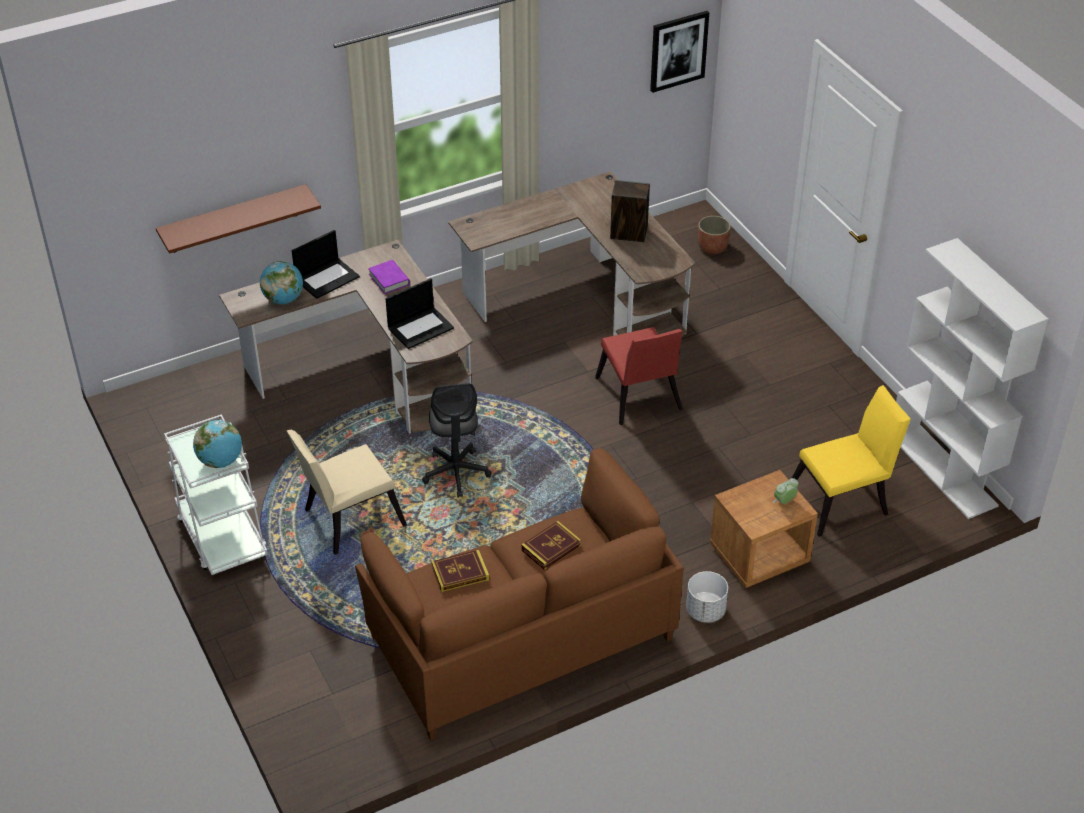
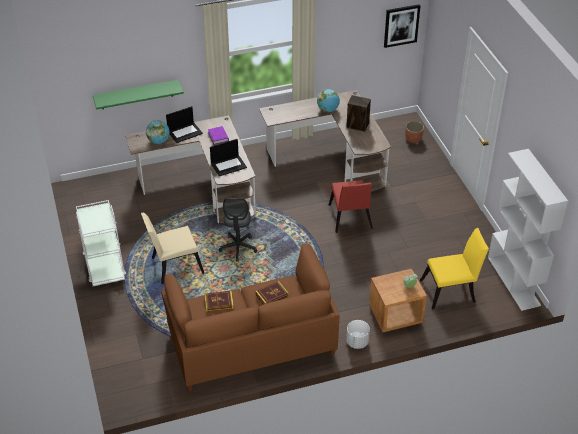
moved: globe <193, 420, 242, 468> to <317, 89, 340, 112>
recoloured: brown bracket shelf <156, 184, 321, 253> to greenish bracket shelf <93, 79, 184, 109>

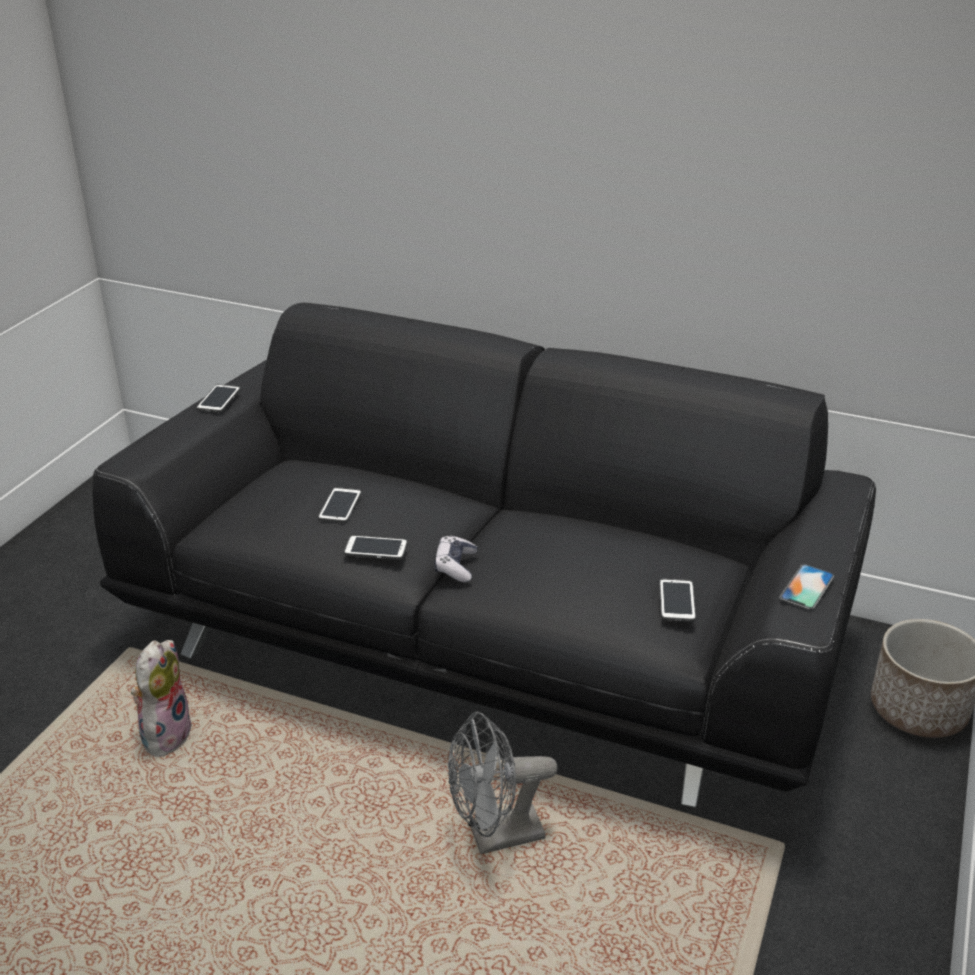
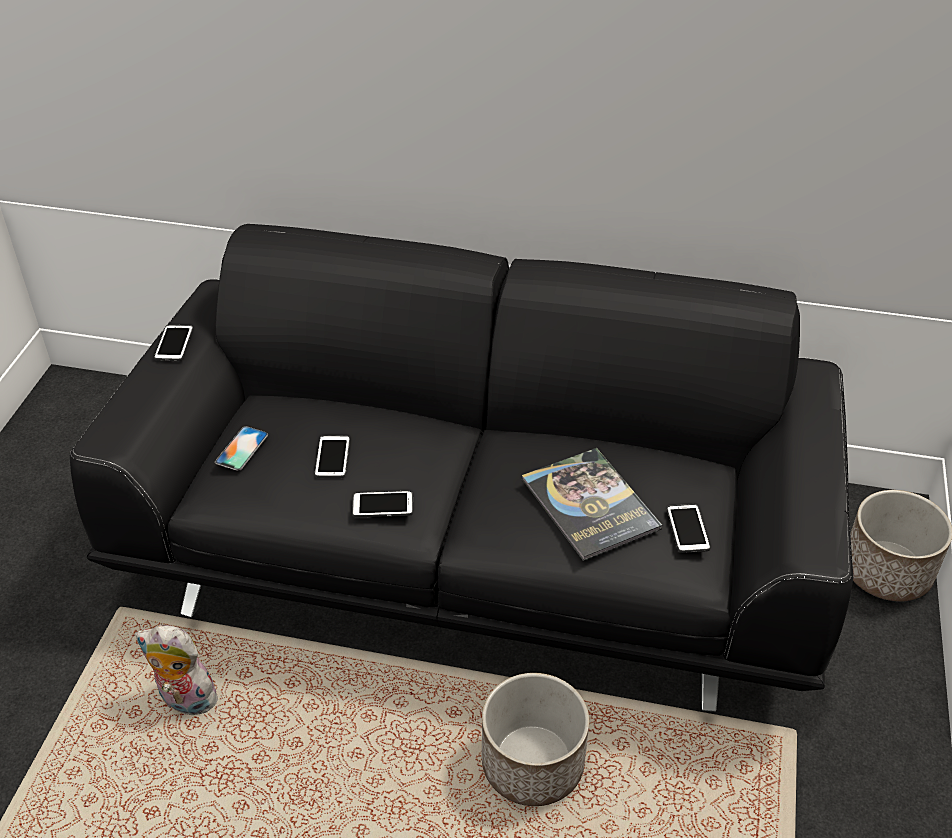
removed: joypad <434, 535, 477, 582>
added: book <522, 448, 662, 561>
moved: handset <780, 564, 834, 610> to <215, 426, 268, 471>
replaced: greyish electric fan <448, 711, 557, 854> to plant pot <482, 673, 589, 806>
turned: plush toy <131, 640, 191, 757> = <135, 625, 222, 715> 75 degrees counterclockwise

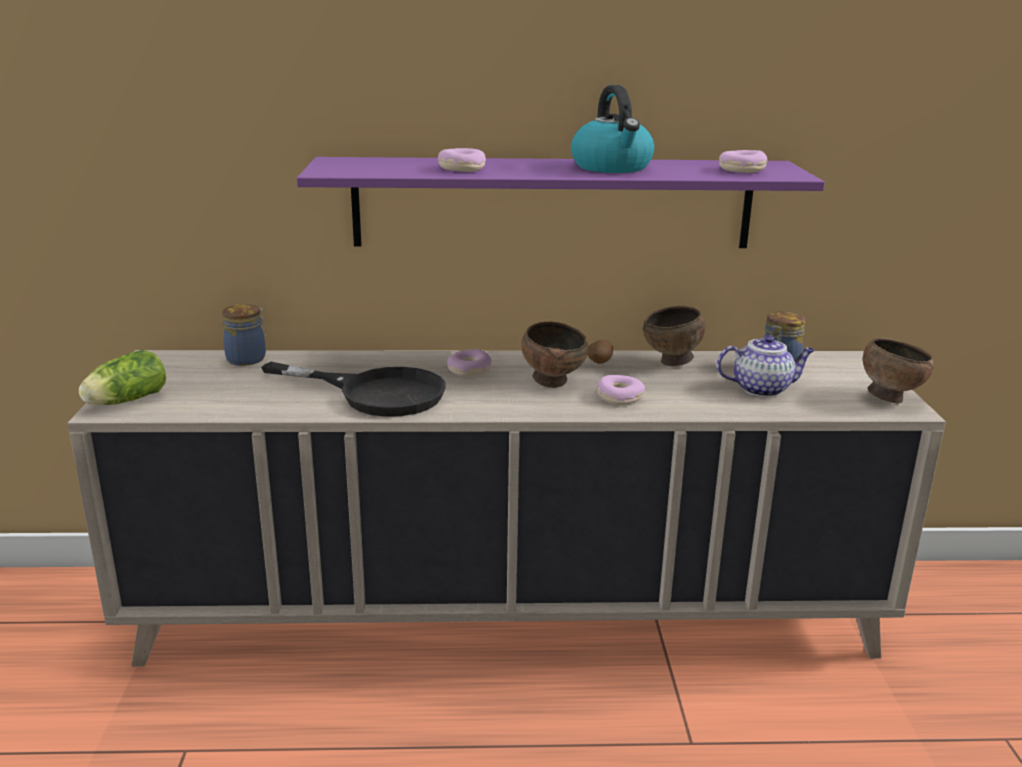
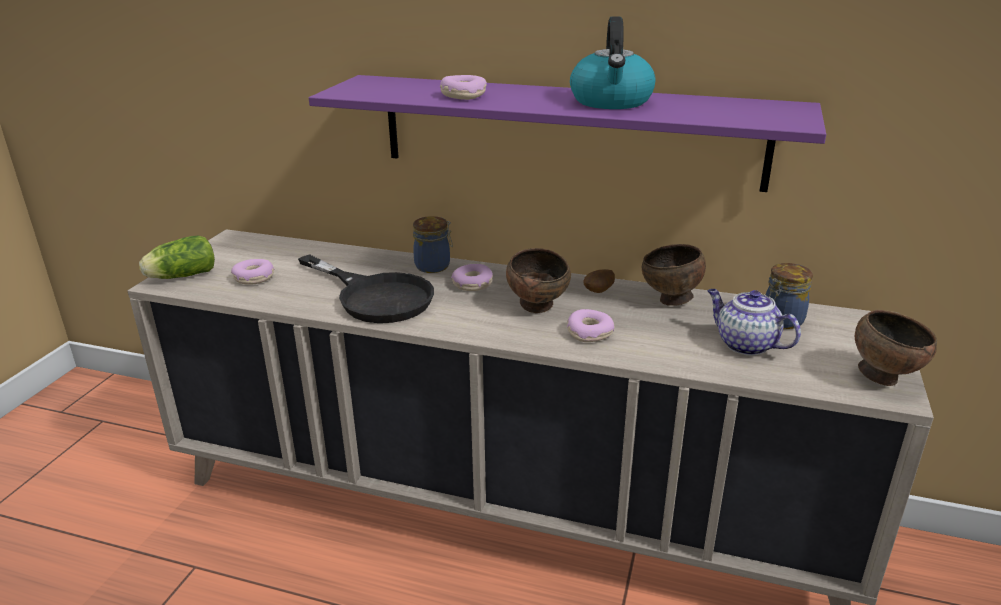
moved: doughnut <719, 150, 767, 173> to <231, 259, 274, 285>; preserve jar <222, 304, 267, 366> to <413, 216, 453, 273>
turned: tea pot <717, 335, 815, 397> = <707, 289, 801, 356> 150 degrees counterclockwise

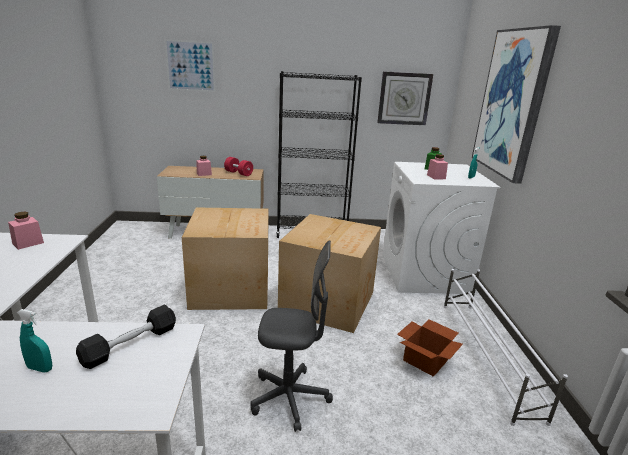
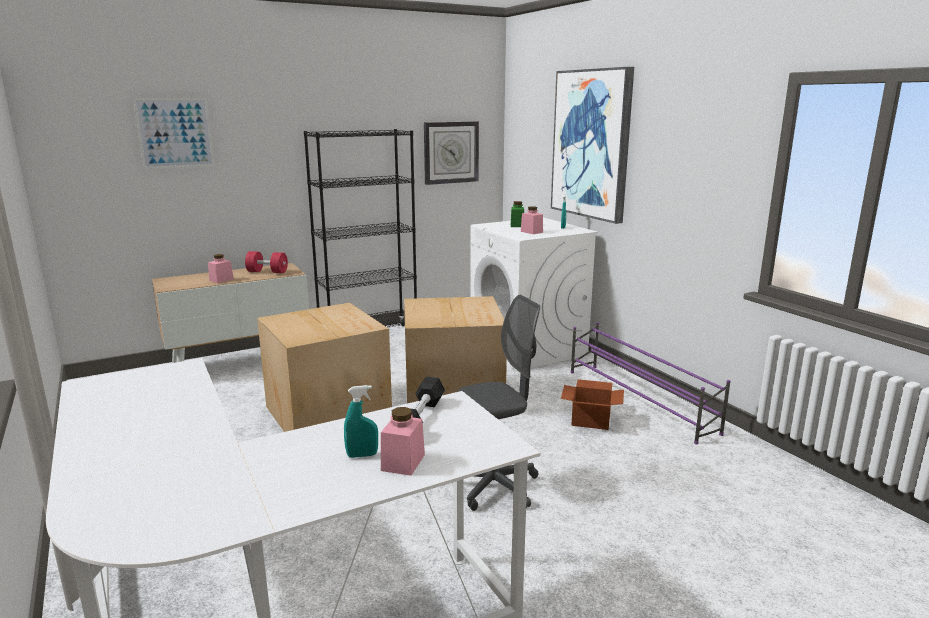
moved: pinkish preserve jar <8, 212, 44, 250> to <381, 407, 425, 476>
recoloured: white shoe shelf <444, 269, 568, 426> to purple shoe shelf <571, 322, 731, 444>

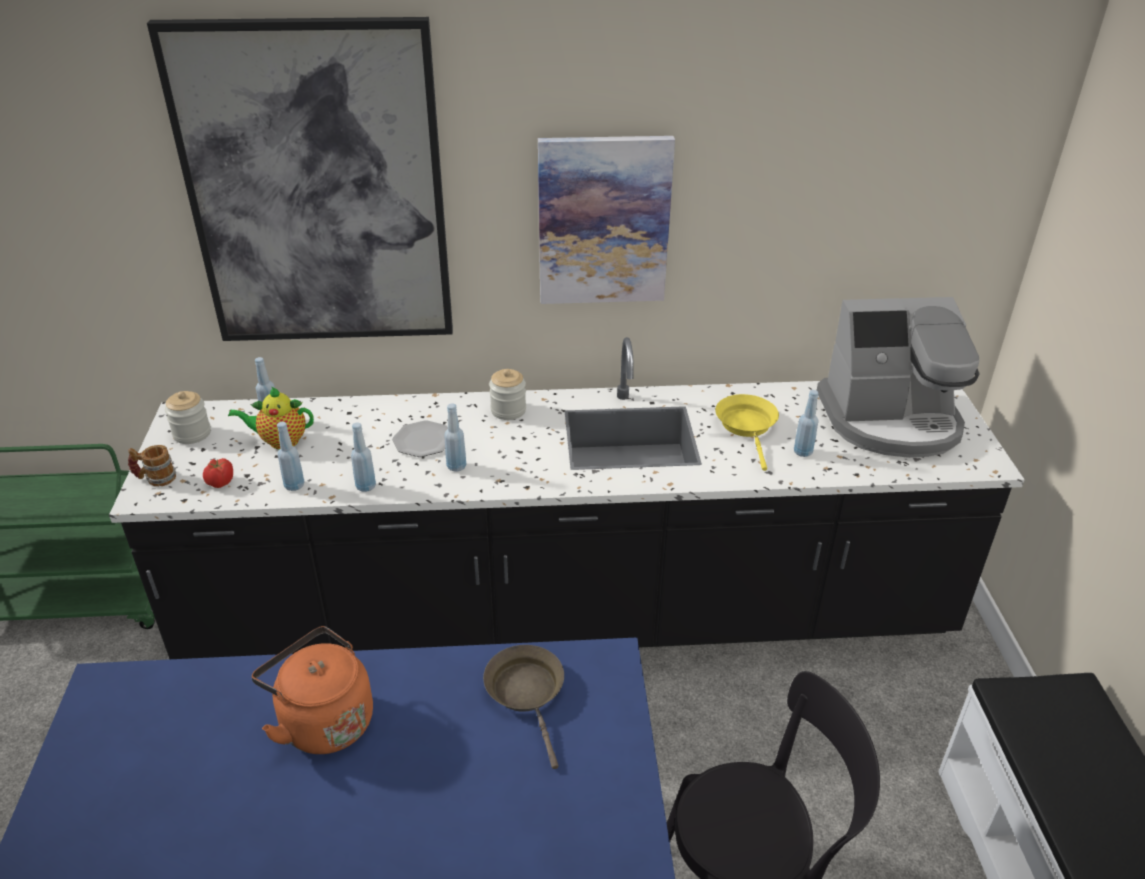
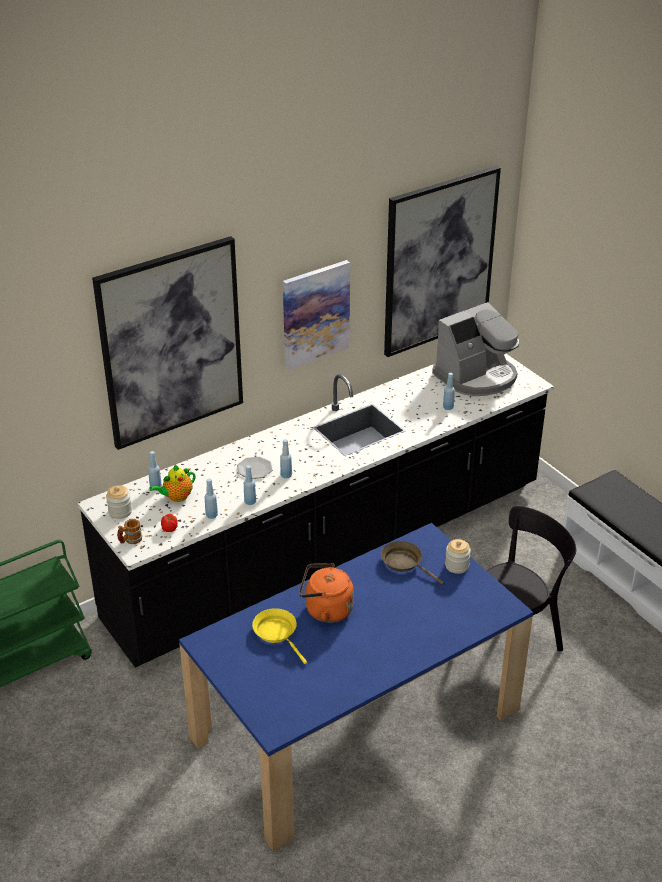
added: picture <384, 166, 501, 357>
moved: yellow-coloured pan <715, 394, 779, 471> to <252, 608, 307, 664>; preserve jar <489, 369, 526, 420> to <445, 539, 471, 574>

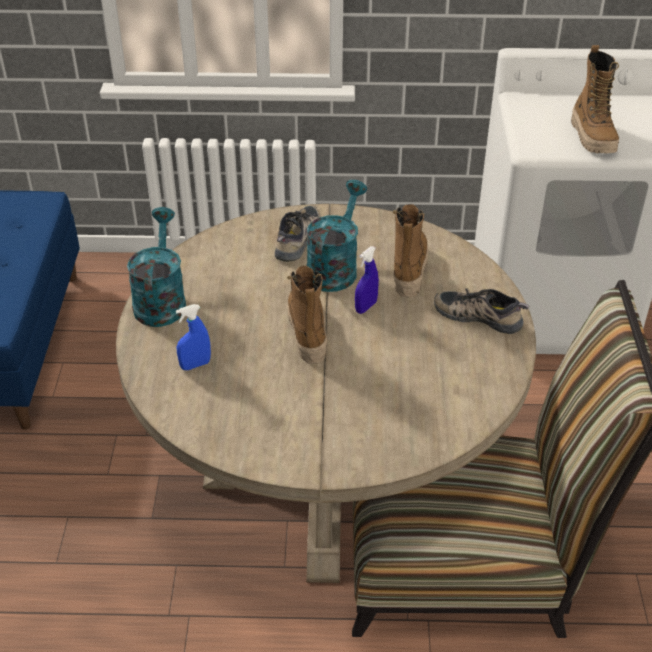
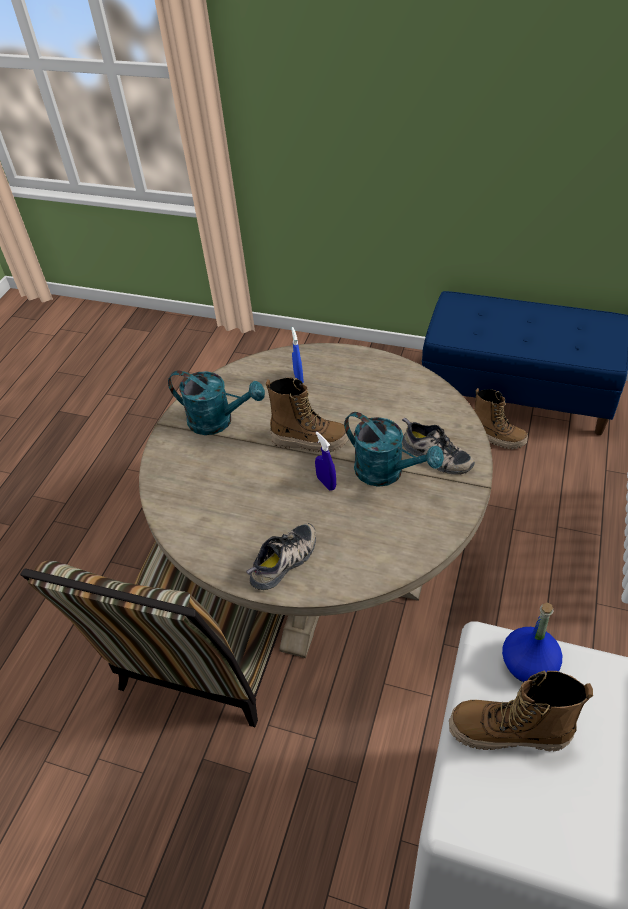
added: blue bottle <502, 602, 562, 682>
moved: turquoise sprinkling can <127, 207, 186, 327> to <168, 371, 265, 435>; tall boot <393, 204, 428, 298> to <474, 388, 528, 449>

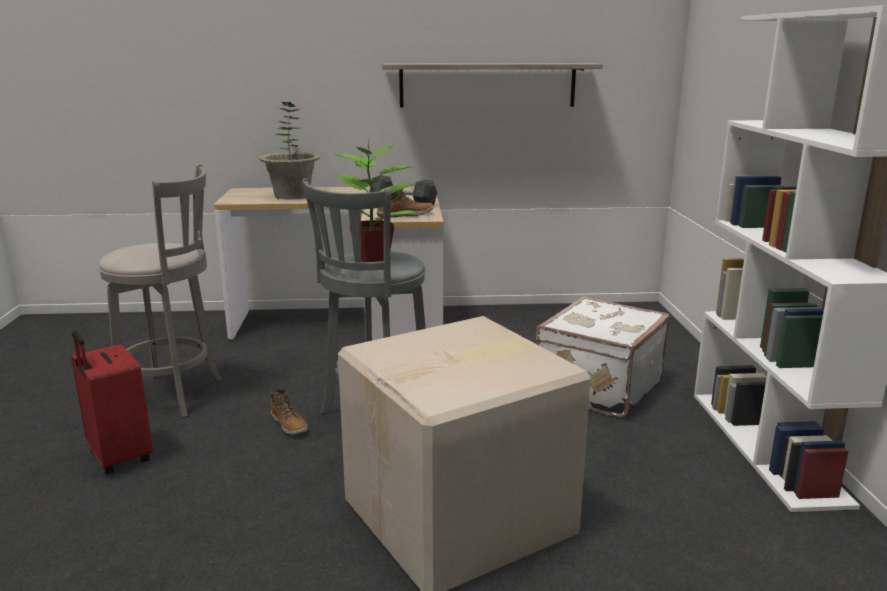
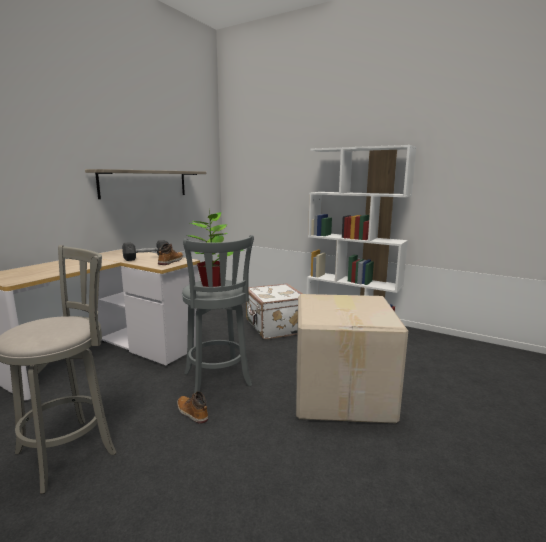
removed: reddish piece of luggage <71, 330, 153, 474>; houseplant <259, 102, 320, 199>
turned: tall boot <271, 389, 308, 435> = <177, 391, 208, 424> 135 degrees counterclockwise

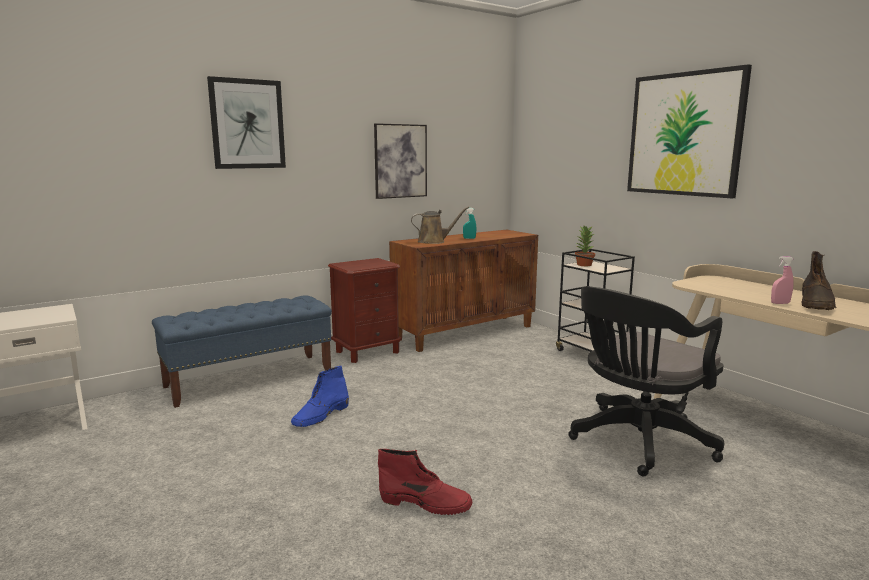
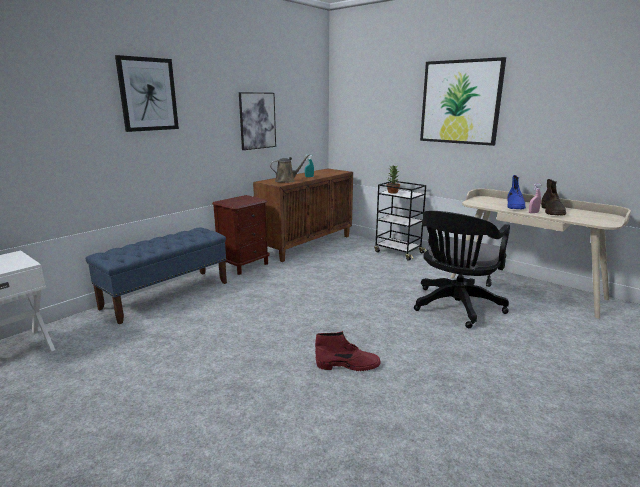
moved: blue tall boot <291, 366, 349, 427> to <507, 175, 526, 210>

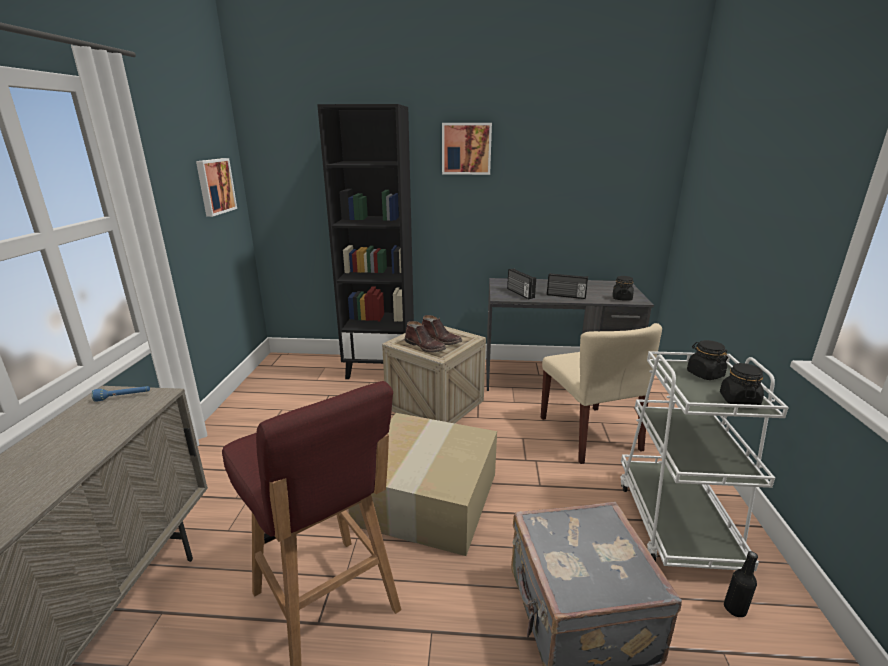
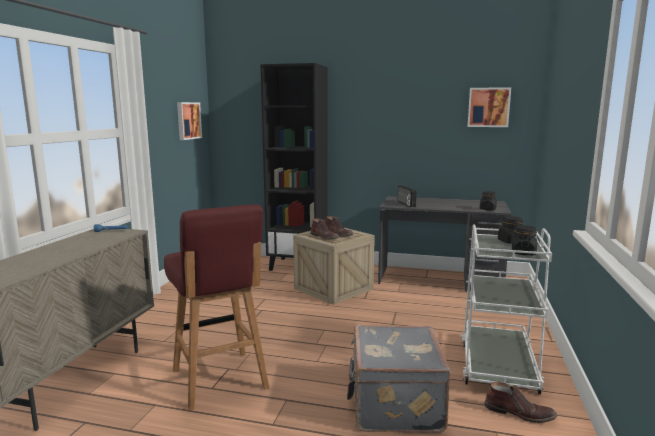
removed: cardboard box <348, 413, 497, 556>; sand-coloured upright chair <541, 323, 662, 464>; radio receiver <547, 273, 588, 299>
moved: picture <442, 123, 492, 175> to <468, 87, 511, 127>
replaced: black-coloured bottle <724, 551, 758, 617> to brown tall boot <484, 382, 557, 423>

